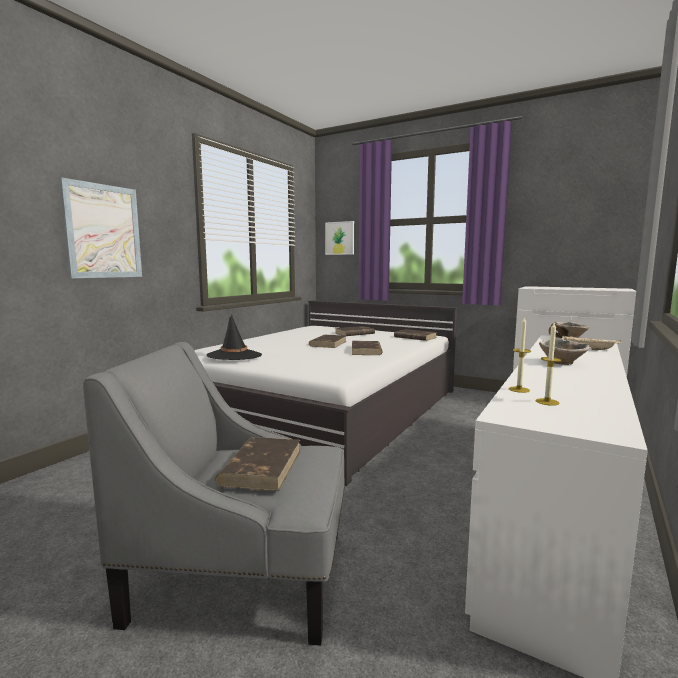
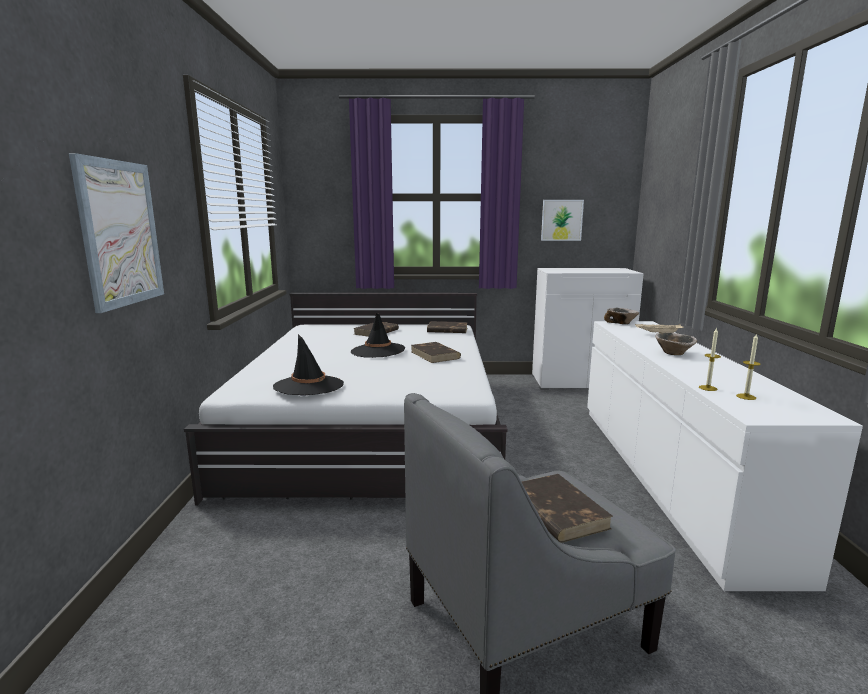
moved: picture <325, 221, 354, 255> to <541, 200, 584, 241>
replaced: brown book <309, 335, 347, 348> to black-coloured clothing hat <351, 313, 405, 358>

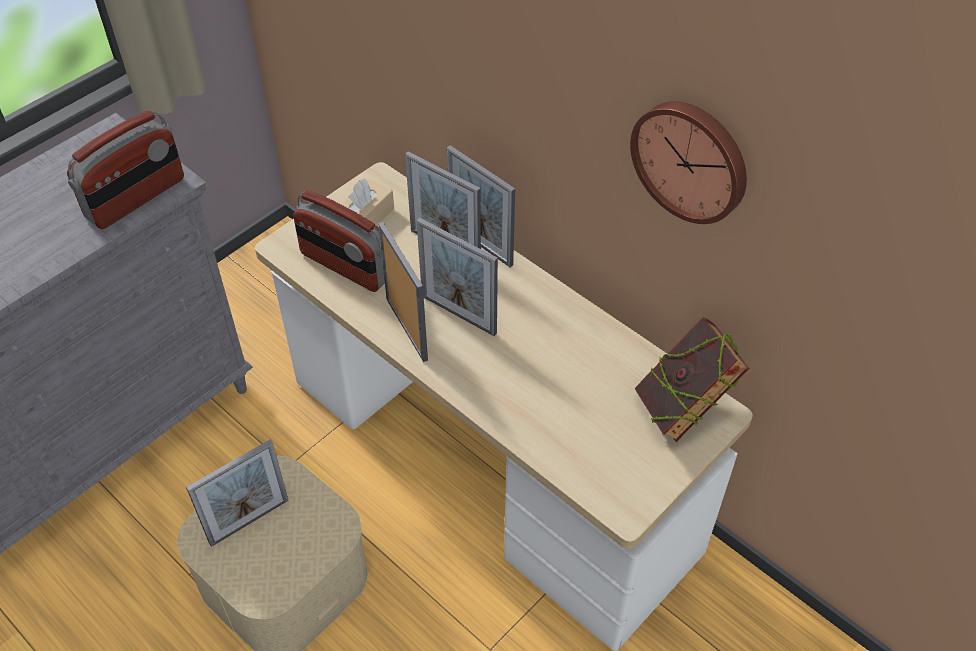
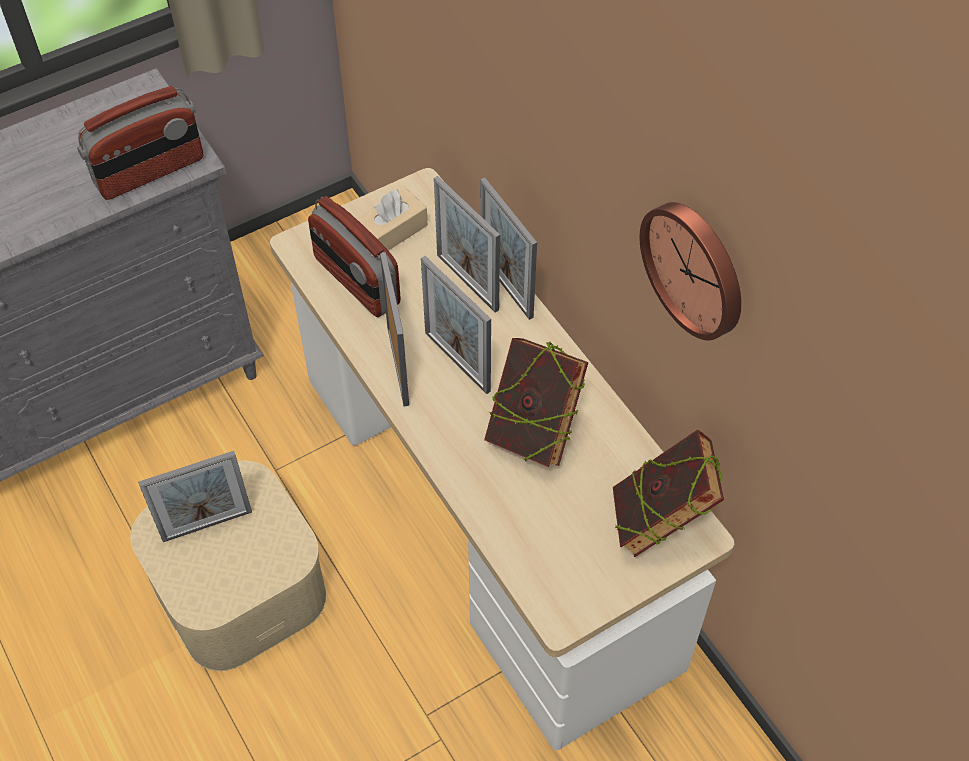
added: book <484, 338, 589, 467>

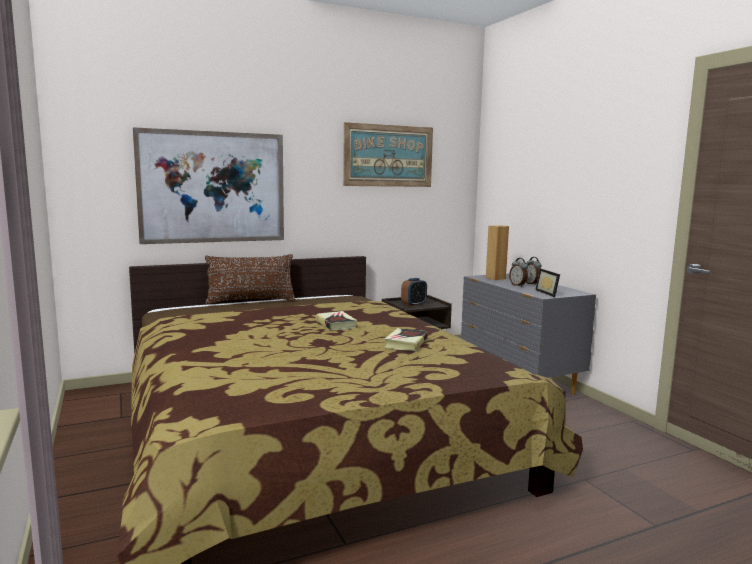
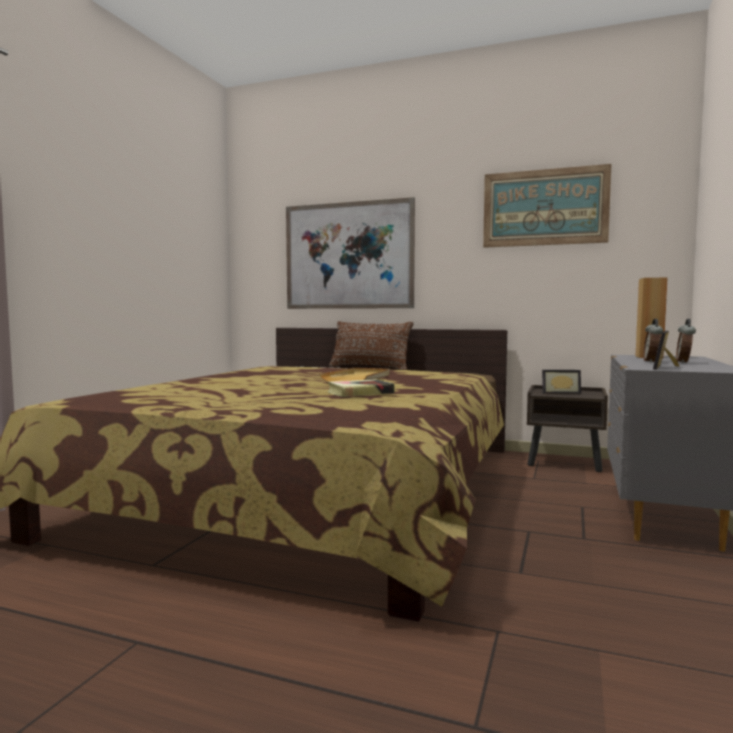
replaced: book <316, 311, 358, 330> to sand-coloured tray <319, 367, 390, 382>; alarm clock <401, 278, 427, 307> to standing frame <542, 370, 581, 394>

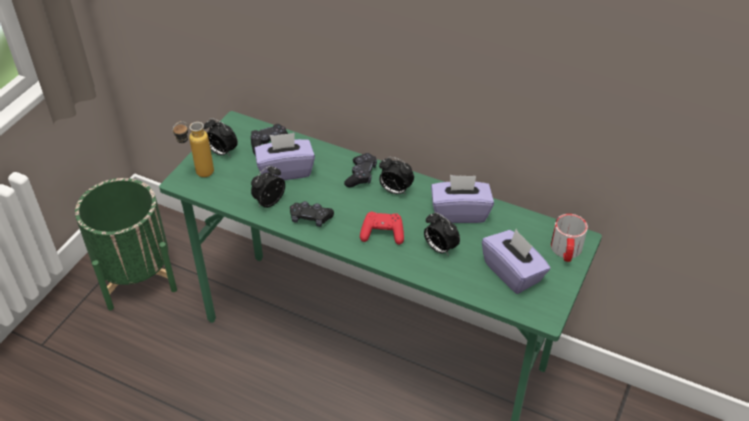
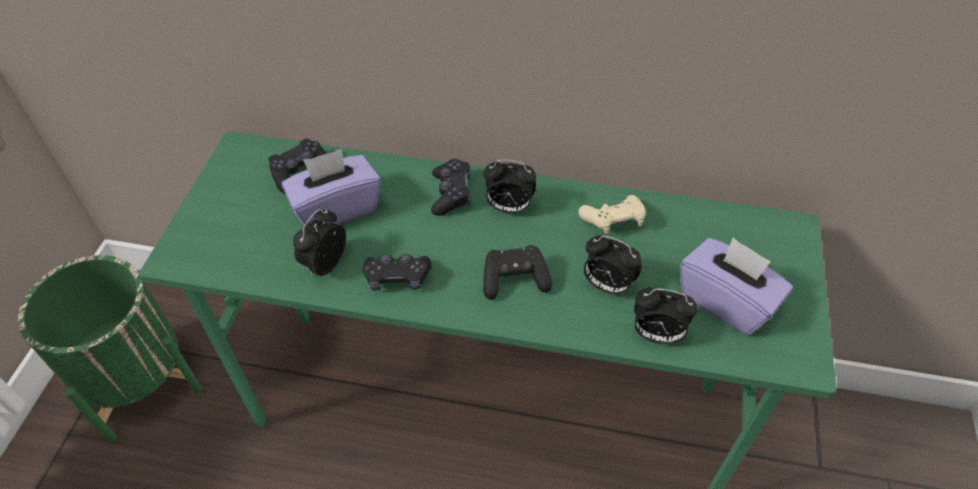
removed: bottle <172, 121, 214, 177>; mug <551, 214, 588, 262>
moved: alarm clock <204, 118, 238, 157> to <634, 288, 697, 344>
replaced: purple box of tissues <431, 175, 494, 223> to sand-coloured joypad <579, 195, 646, 234>
recoloured: reddish joypad <360, 212, 404, 245> to black-coloured joypad <483, 245, 552, 300>

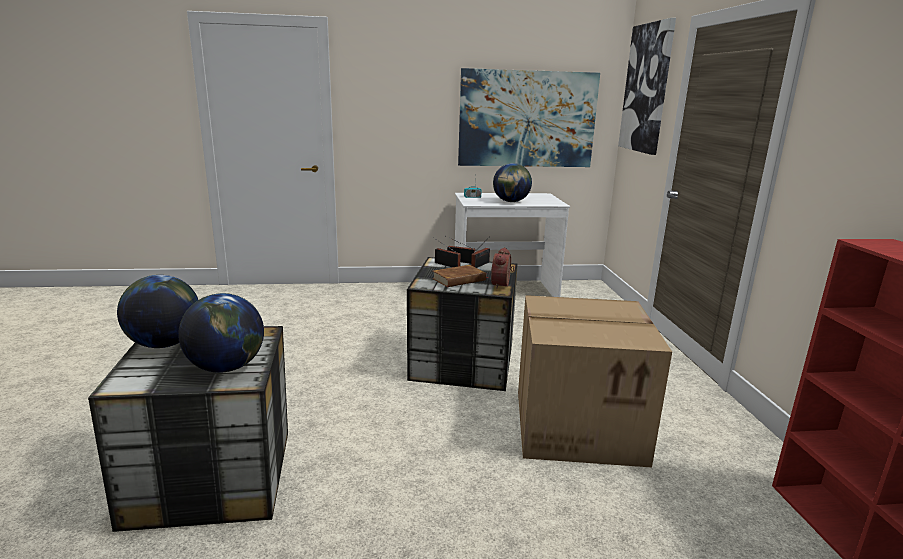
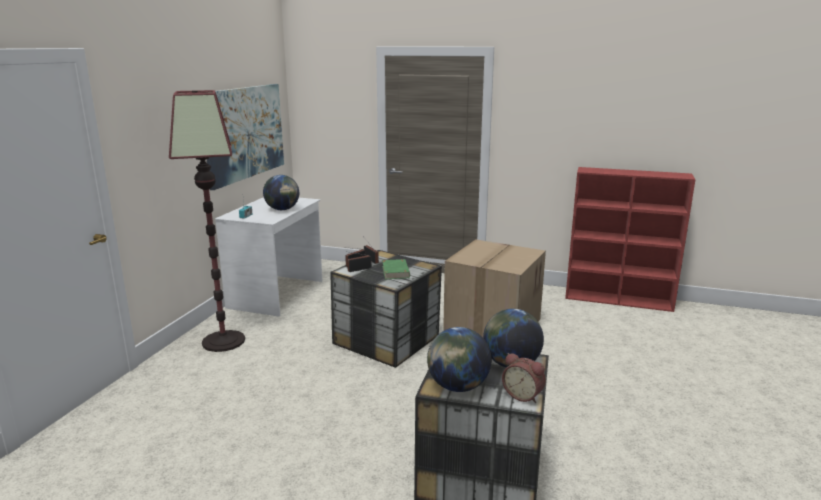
removed: picture <618, 18, 676, 155>
added: standard lamp <169, 90, 245, 352>
moved: alarm clock <491, 247, 515, 289> to <502, 353, 546, 403>
recoloured: brown book <432, 265, 488, 287> to greenish book <382, 259, 410, 279>

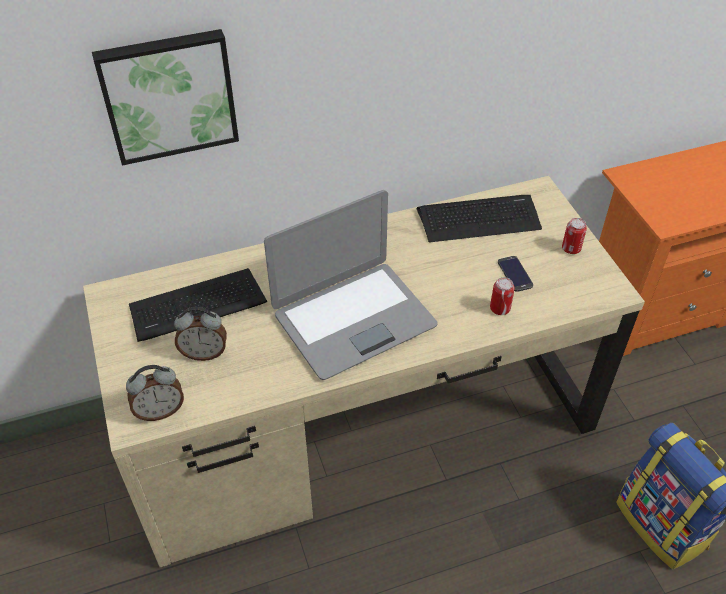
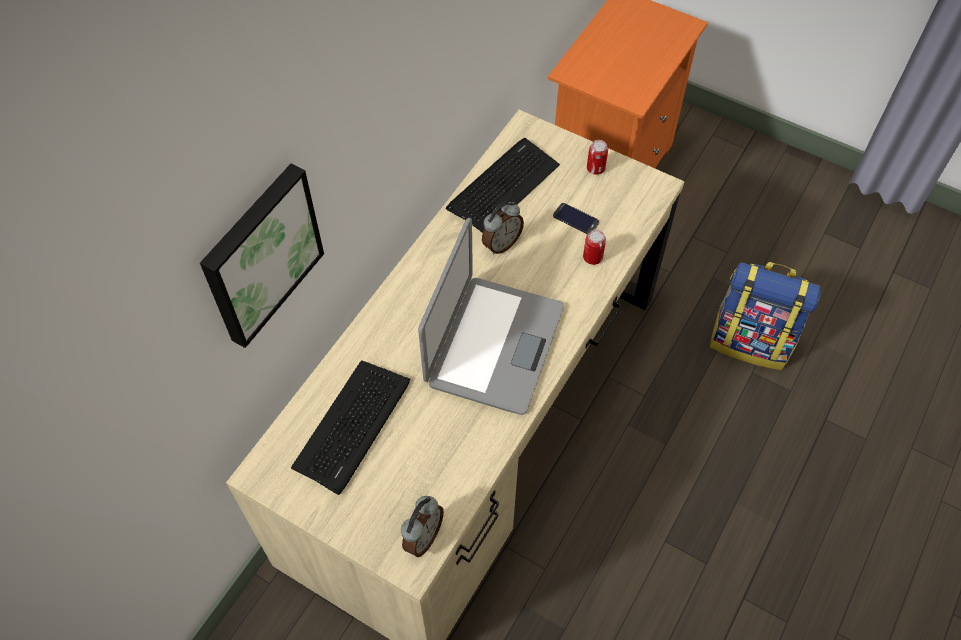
moved: alarm clock <174, 307, 227, 361> to <482, 202, 524, 255>

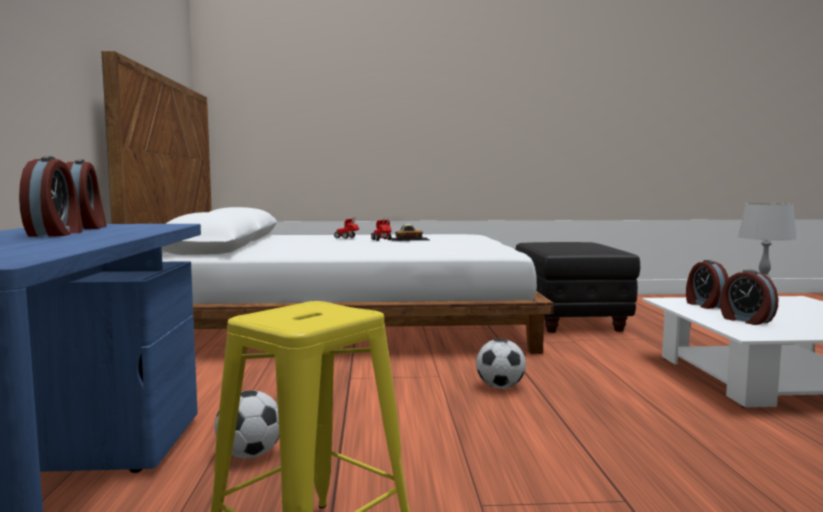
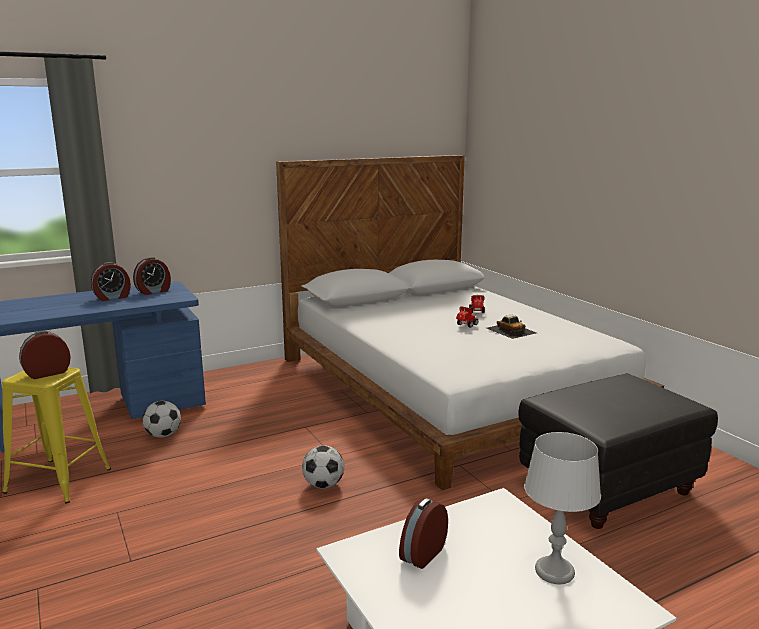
moved: alarm clock <686, 260, 729, 309> to <19, 331, 71, 379>

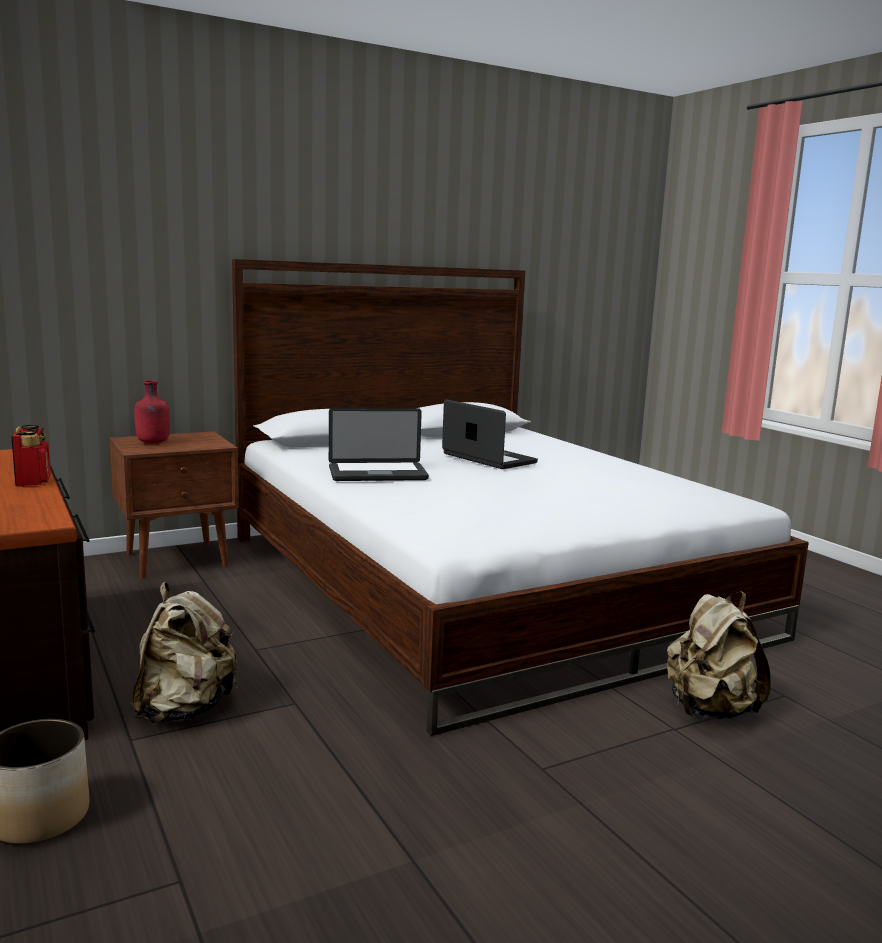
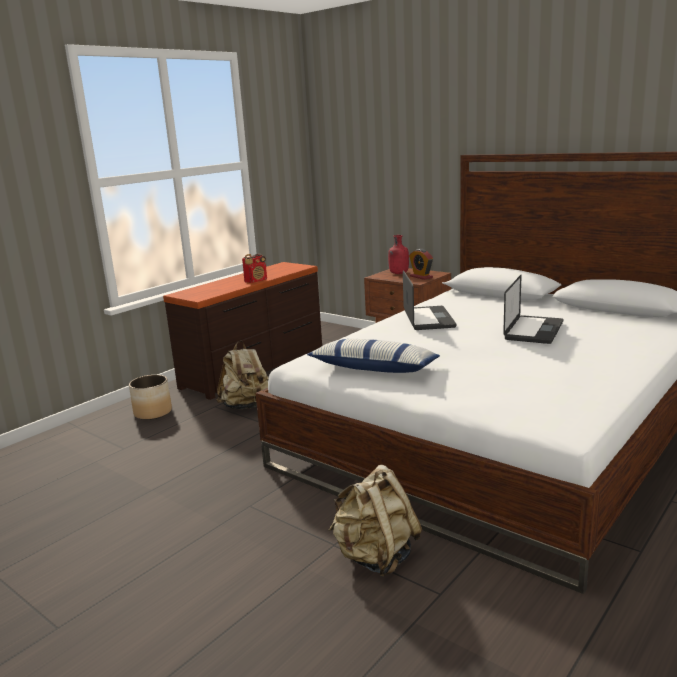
added: cushion <307, 339, 440, 373>; alarm clock <409, 249, 433, 280>
turned: notebook computer <329, 408, 429, 481> = <403, 270, 456, 330> 150 degrees counterclockwise

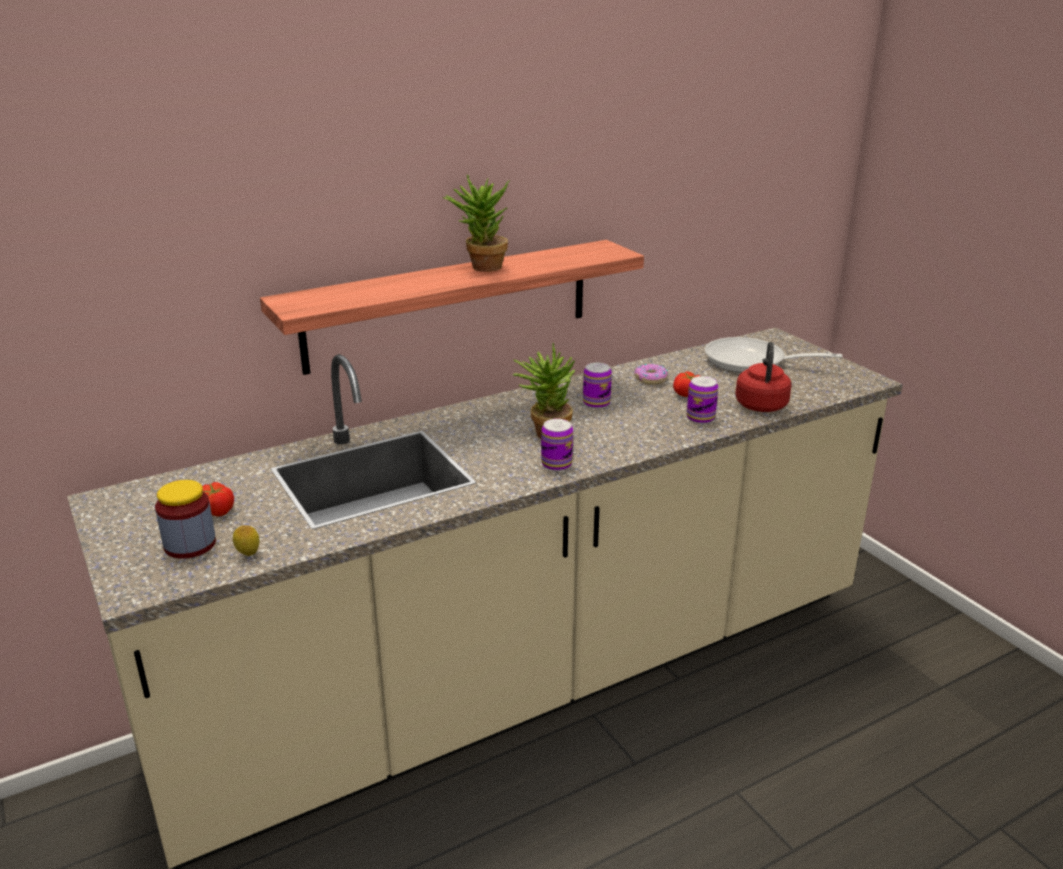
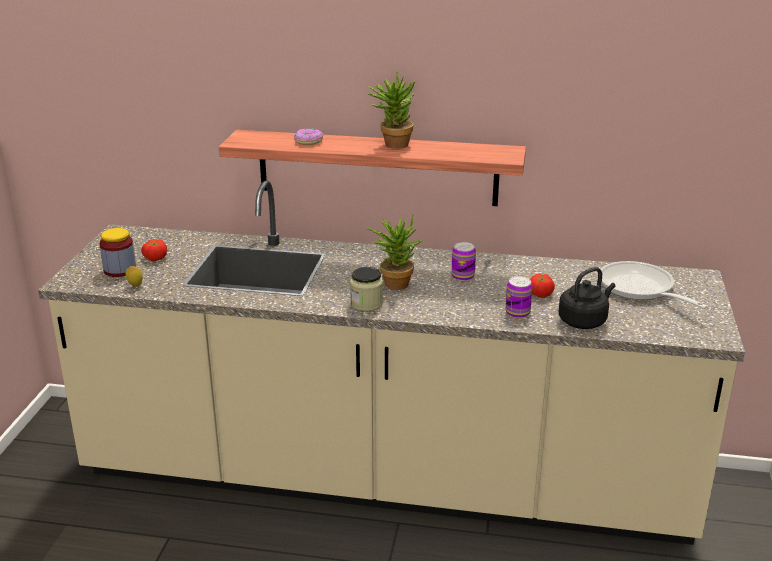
moved: doughnut <634, 364, 668, 385> to <294, 128, 323, 145>
replaced: sealed can <541, 419, 573, 471> to preserve jar <350, 267, 383, 311>
recoloured: reddish kettle <735, 342, 792, 412> to black-coloured kettle <559, 267, 615, 329>

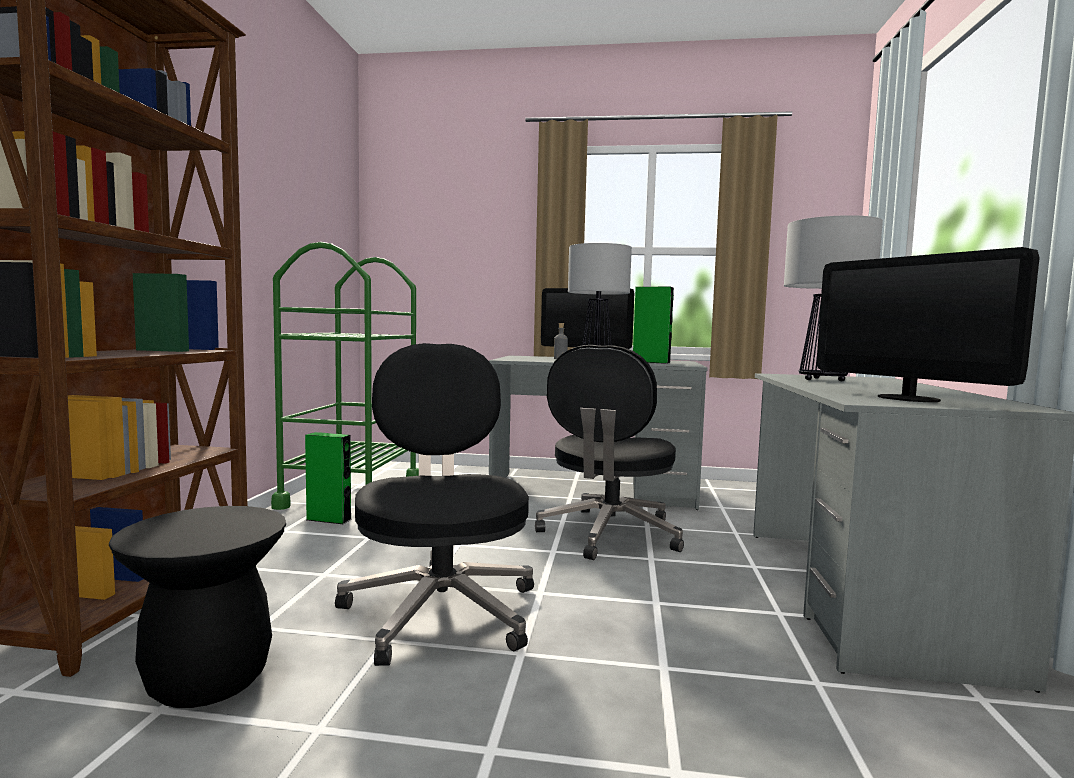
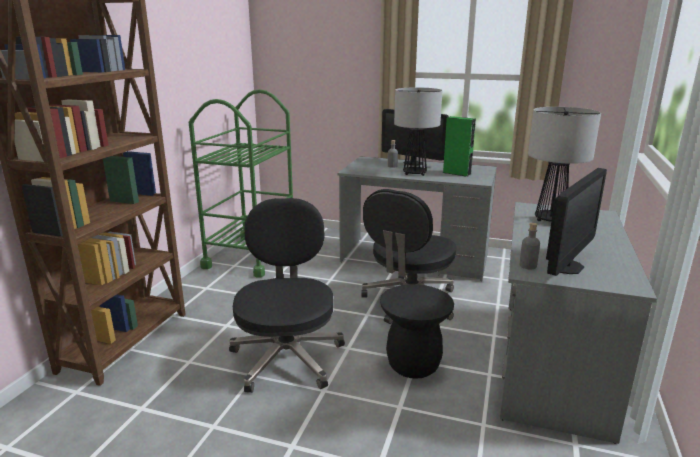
removed: greenish speaker <305, 432, 352, 524>
added: greyish bottle <519, 223, 540, 270>
moved: black-coloured stool seat <109, 506, 286, 708> to <380, 284, 454, 379>
turned: computer screen <817, 247, 1040, 402> = <546, 168, 607, 276> 120 degrees counterclockwise

